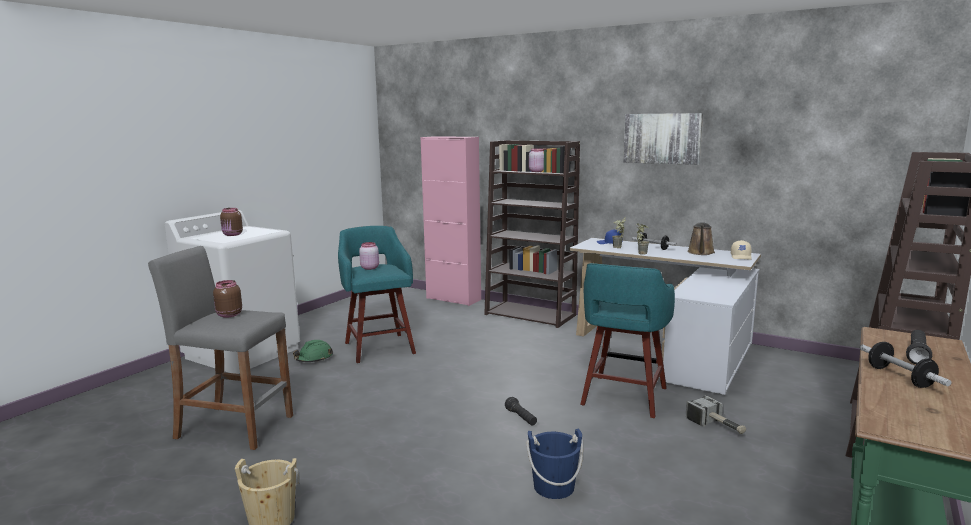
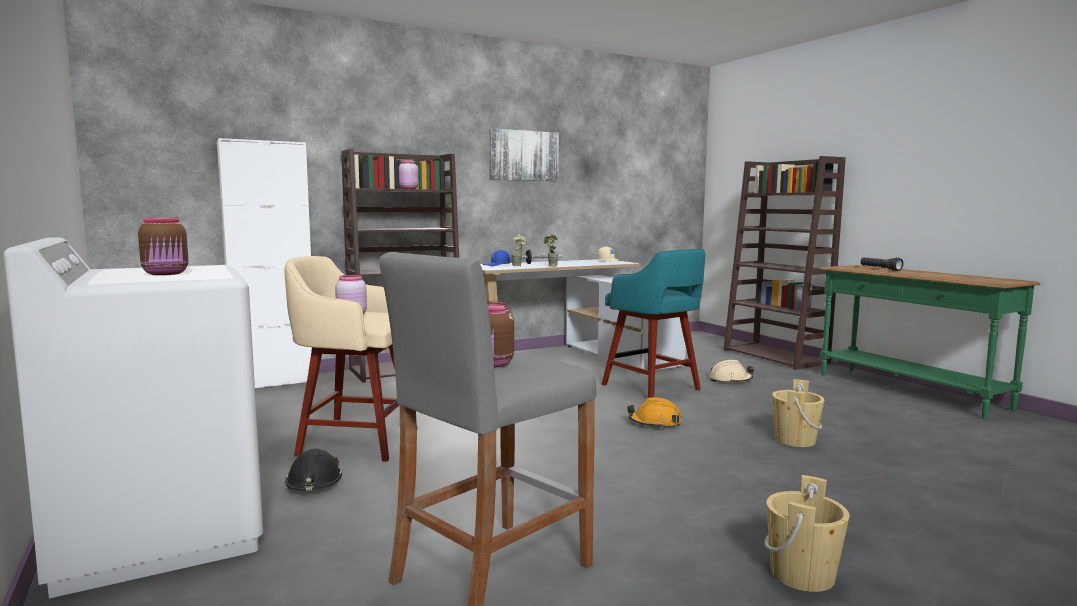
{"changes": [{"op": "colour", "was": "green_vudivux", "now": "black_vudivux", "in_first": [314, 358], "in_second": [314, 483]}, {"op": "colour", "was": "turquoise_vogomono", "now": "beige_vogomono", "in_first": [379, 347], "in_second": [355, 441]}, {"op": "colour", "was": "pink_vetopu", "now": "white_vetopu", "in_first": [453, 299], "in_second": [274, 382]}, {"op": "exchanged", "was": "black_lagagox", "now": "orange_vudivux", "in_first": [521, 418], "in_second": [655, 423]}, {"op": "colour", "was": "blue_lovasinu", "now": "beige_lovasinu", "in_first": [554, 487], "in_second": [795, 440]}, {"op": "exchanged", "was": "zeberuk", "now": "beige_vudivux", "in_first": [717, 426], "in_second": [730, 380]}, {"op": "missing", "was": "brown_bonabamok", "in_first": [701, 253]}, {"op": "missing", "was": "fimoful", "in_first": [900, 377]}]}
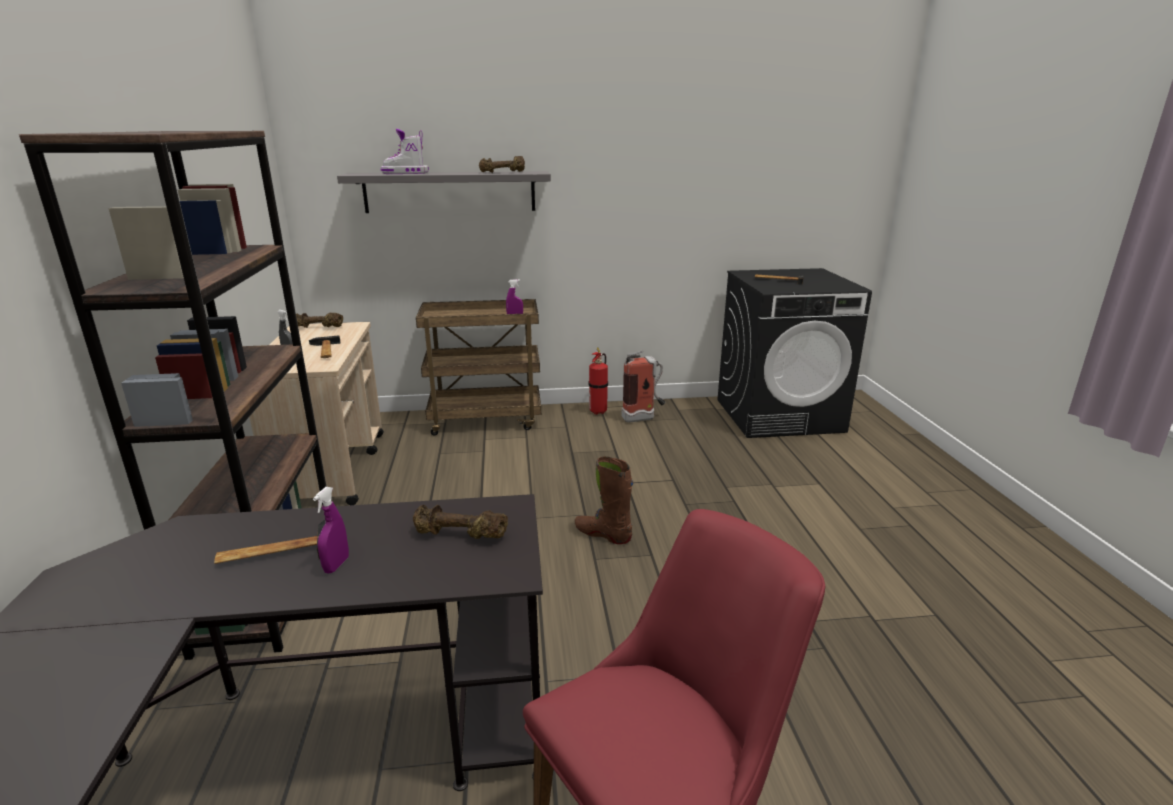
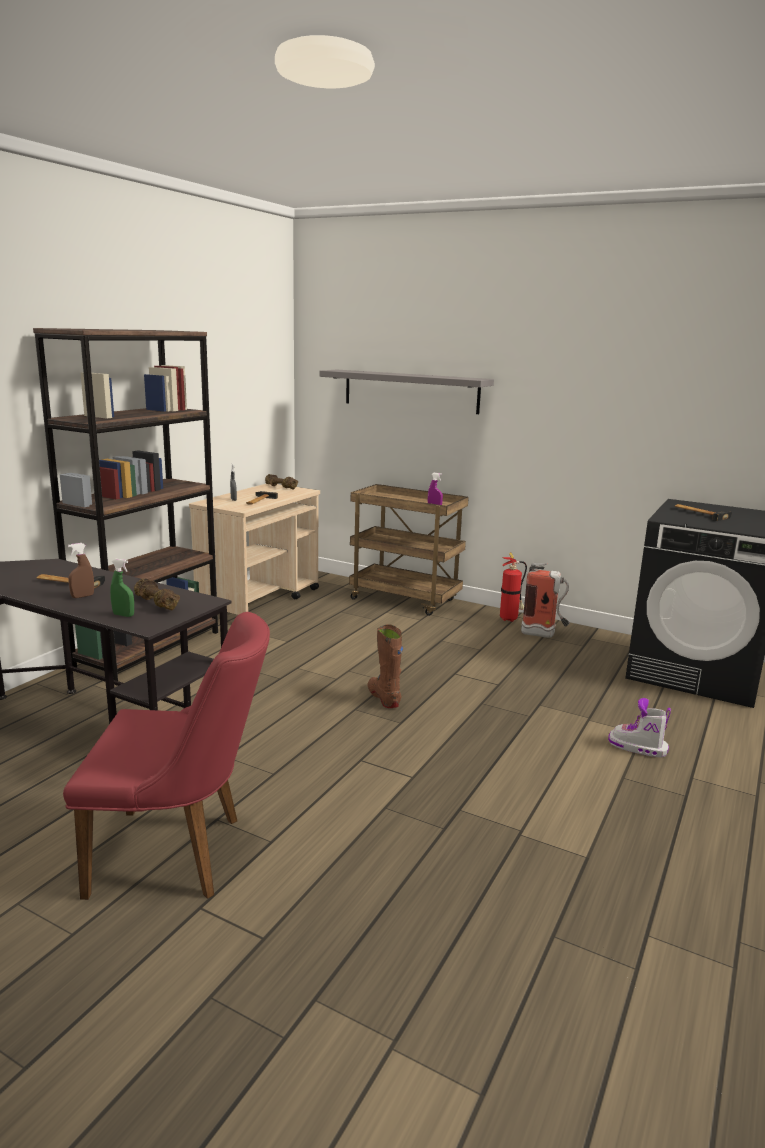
{"changes": [{"op": "colour", "was": "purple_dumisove", "now": "brown_dumisove", "in_first": [336, 565], "in_second": [82, 596]}, {"op": "relocated", "was": "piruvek", "in_first": [405, 173], "in_second": [637, 747]}, {"op": "missing", "was": "brown_fimoful", "in_first": [503, 172]}, {"op": "appeared", "now": "green_dumisove", "in_second": [123, 615]}]}
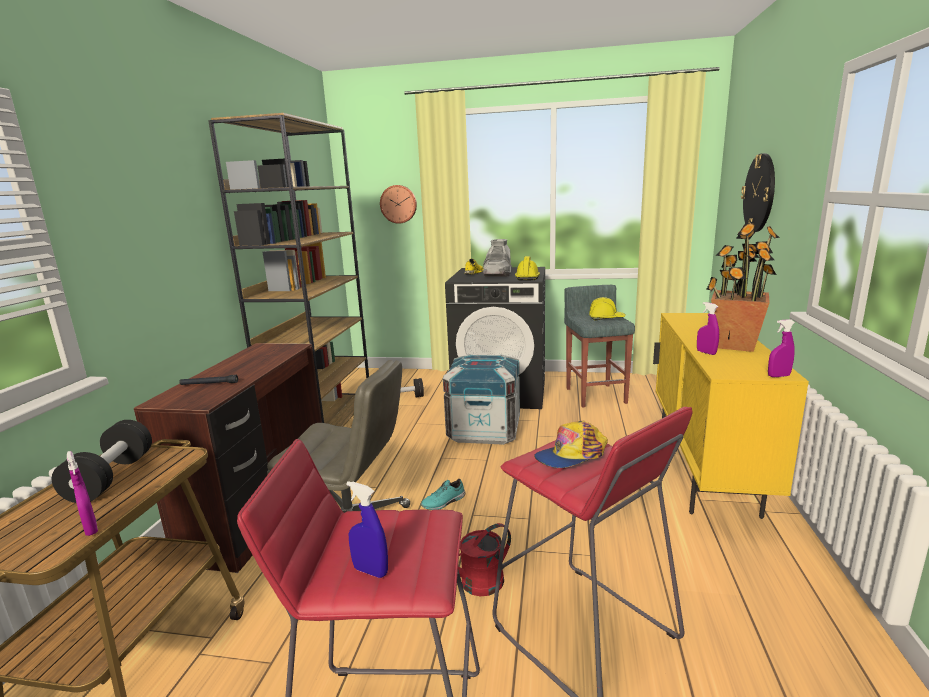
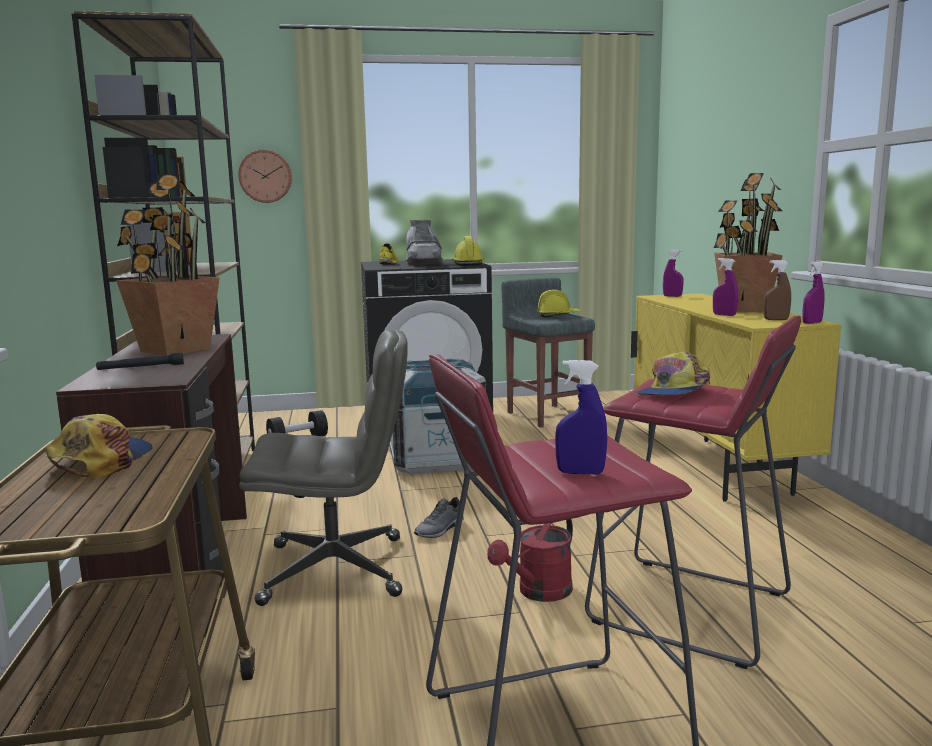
{"changes": [{"op": "exchanged", "was": "black_fimoful", "now": "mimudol", "in_first": [111, 478], "in_second": [101, 461]}, {"op": "relocated", "was": "purple_dumisove", "in_first": [91, 529], "in_second": [672, 296]}, {"op": "colour", "was": "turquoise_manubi", "now": "grey_manubi", "in_first": [444, 502], "in_second": [440, 530]}, {"op": "missing", "was": "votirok", "in_first": [759, 193]}, {"op": "appeared", "now": "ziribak", "in_second": [174, 350]}, {"op": "appeared", "now": "brown_dumisove", "in_second": [776, 319]}]}
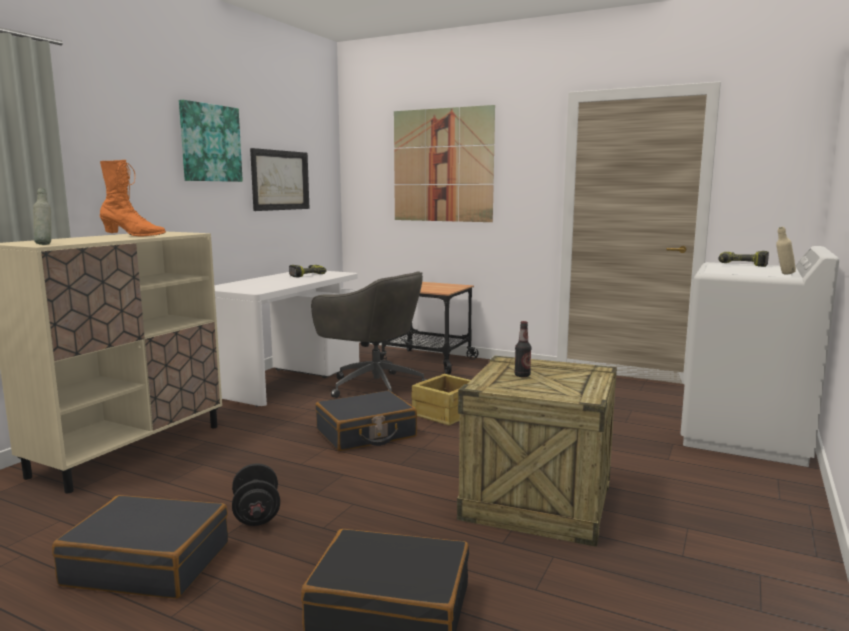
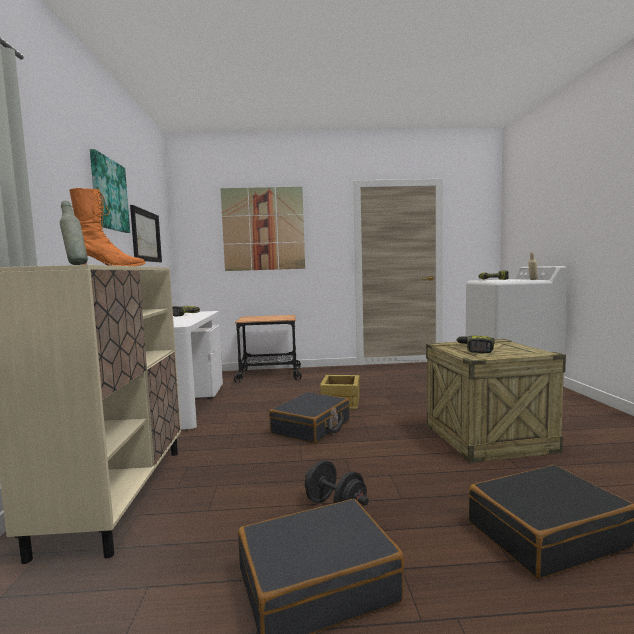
{"changes": [{"op": "missing", "was": "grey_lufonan", "in_first": [373, 386]}, {"op": "exchanged", "was": "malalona", "now": "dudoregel", "in_first": [522, 375], "in_second": [475, 349]}]}
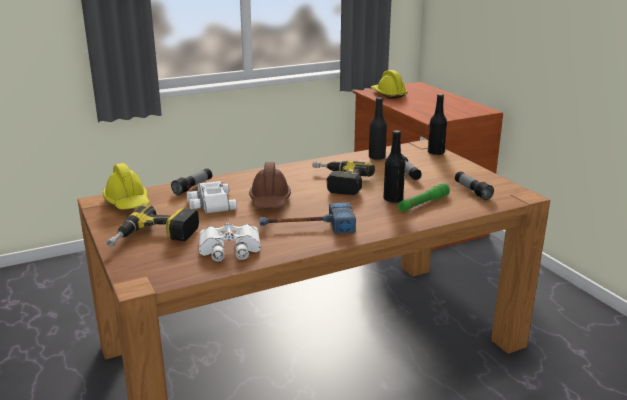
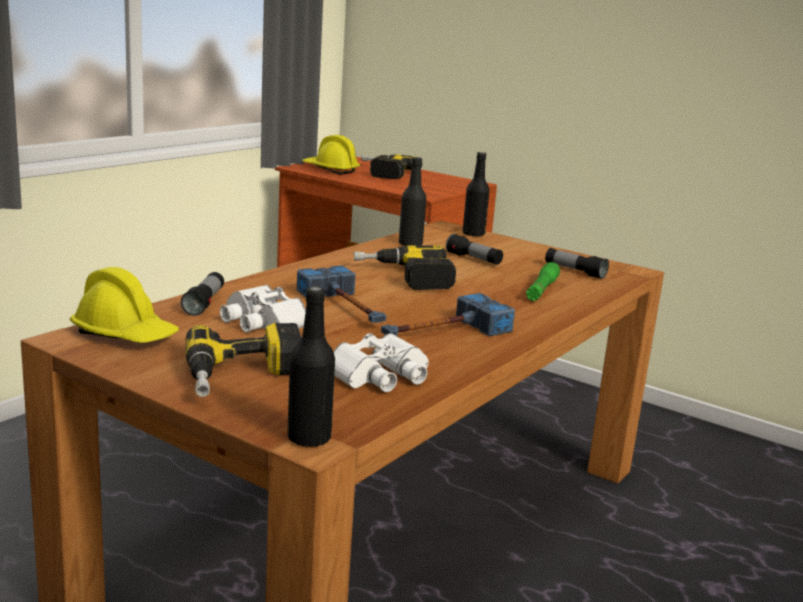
{"changes": [{"op": "exchanged", "was": "brown_vudivux", "now": "zeberuk", "in_first": [270, 201], "in_second": [347, 308]}, {"op": "relocated", "was": "black_malalona", "in_first": [393, 199], "in_second": [309, 438]}, {"op": "appeared", "now": "dudoregel", "in_second": [383, 173]}]}
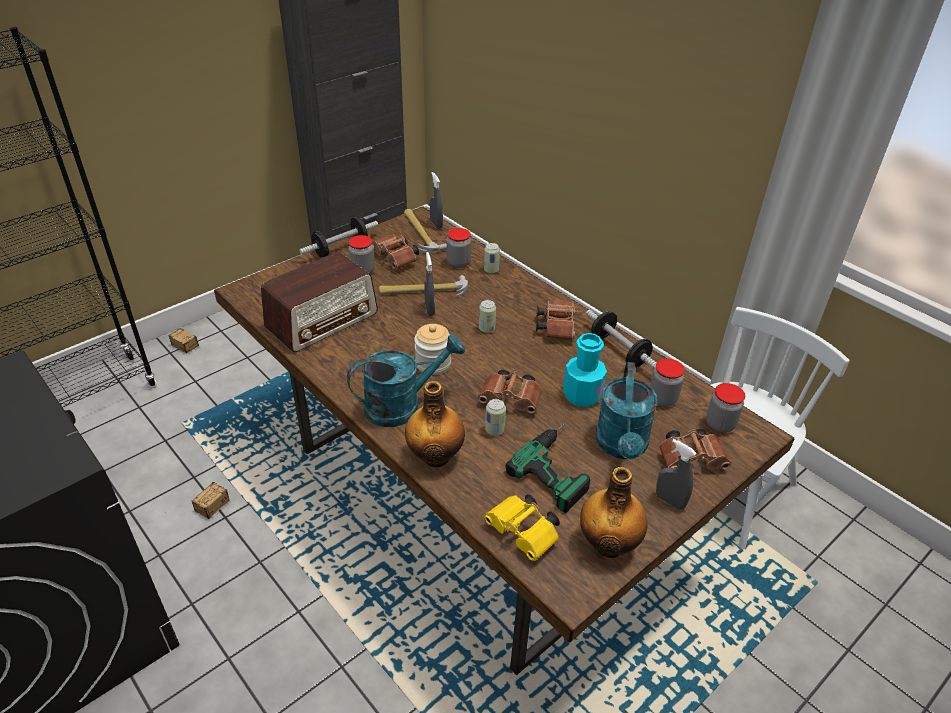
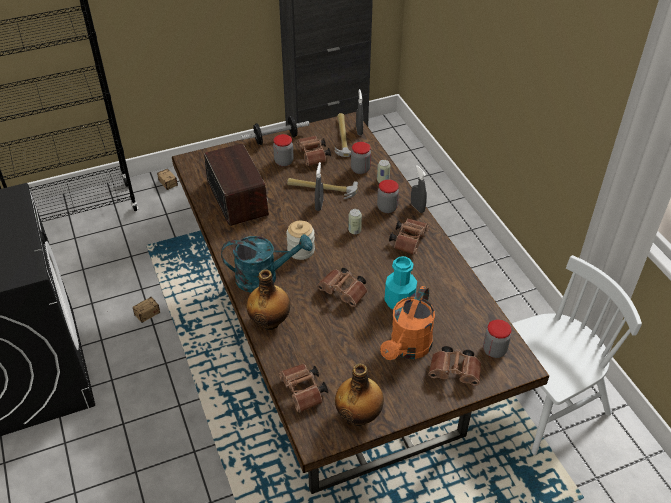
{"changes": [{"op": "spun", "was": "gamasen", "in_first": [322, 320], "in_second": [237, 197], "clockwise": -90}, {"op": "colour", "was": "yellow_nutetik", "now": "brown_nutetik", "in_first": [524, 534], "in_second": [304, 393]}, {"op": "missing", "was": "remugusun", "in_first": [494, 430]}, {"op": "missing", "was": "dudoregel", "in_first": [560, 466]}, {"op": "missing", "was": "fimoful", "in_first": [619, 351]}, {"op": "colour", "was": "turquoise_bonabamok", "now": "orange_bonabamok", "in_first": [622, 447], "in_second": [408, 348]}, {"op": "relocated", "was": "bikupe", "in_first": [662, 399], "in_second": [387, 208]}, {"op": "relocated", "was": "grey_dumisove", "in_first": [670, 501], "in_second": [417, 207]}]}
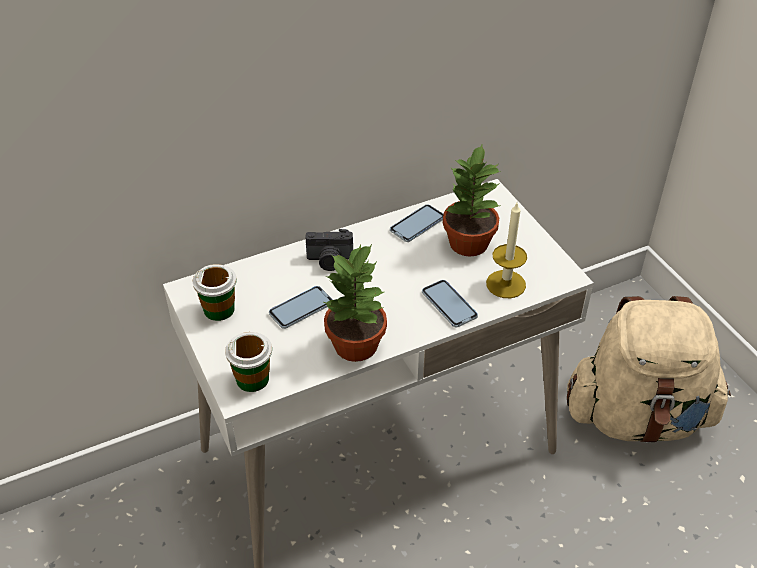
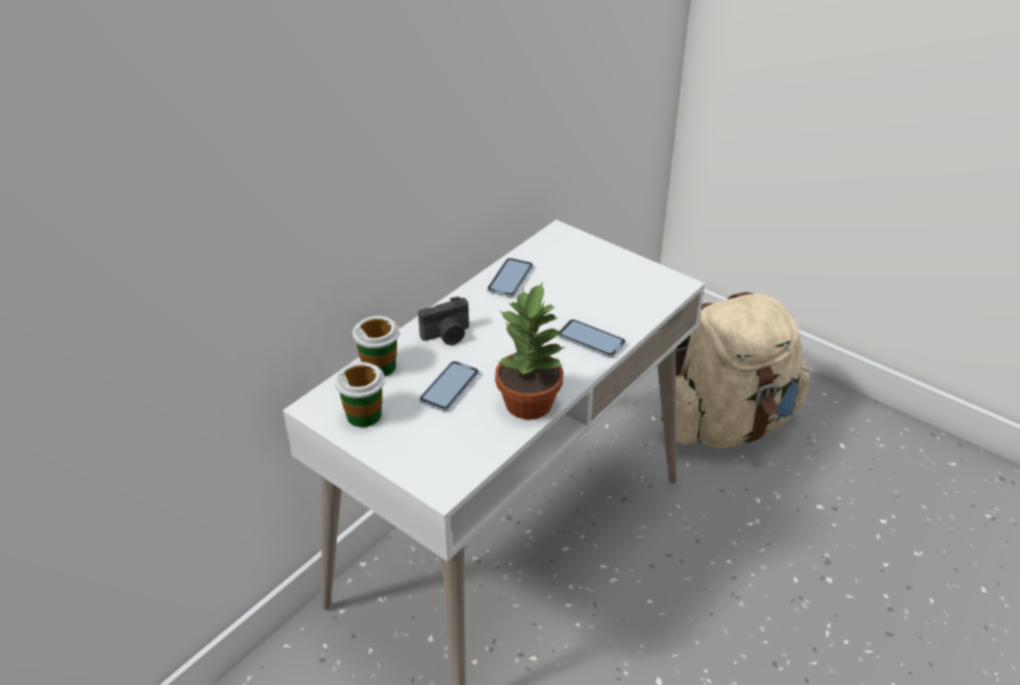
{"changes": [{"op": "relocated", "was": "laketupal", "in_first": [253, 379], "in_second": [379, 366]}, {"op": "missing", "was": "ziribak", "in_first": [467, 244]}, {"op": "missing", "was": "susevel", "in_first": [506, 284]}]}
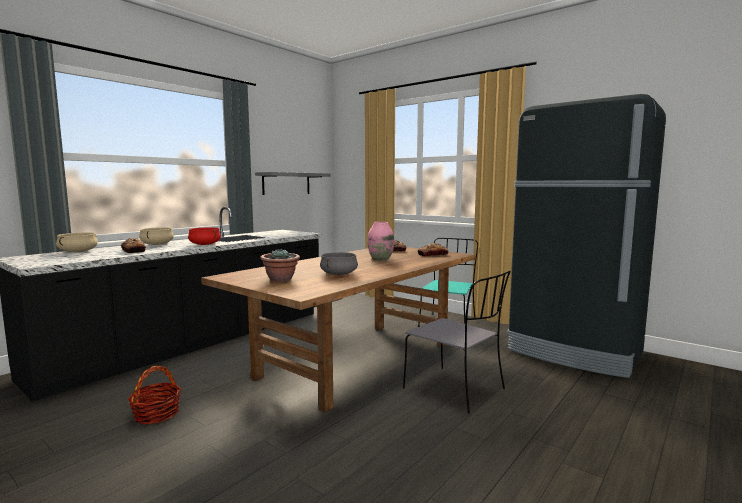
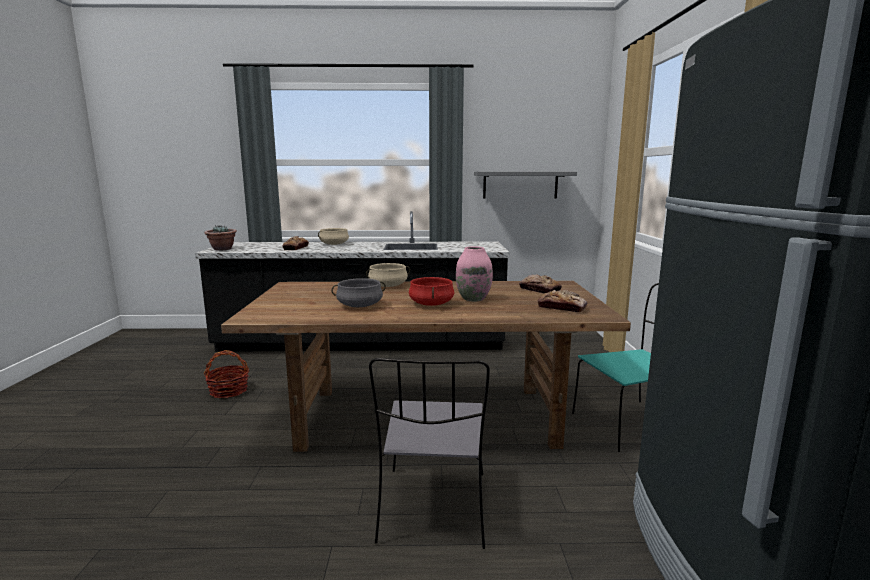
{"changes": [{"op": "relocated", "was": "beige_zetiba", "in_first": [78, 252], "in_second": [388, 286]}, {"op": "relocated", "was": "red_zetiba", "in_first": [205, 244], "in_second": [431, 304]}, {"op": "relocated", "was": "ziribak", "in_first": [281, 279], "in_second": [222, 249]}]}
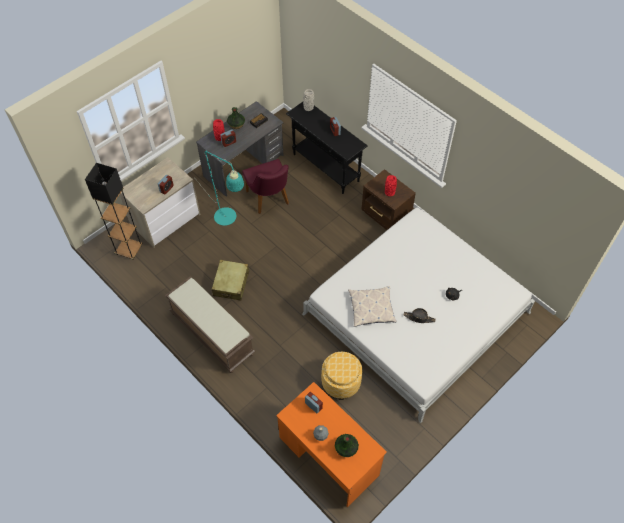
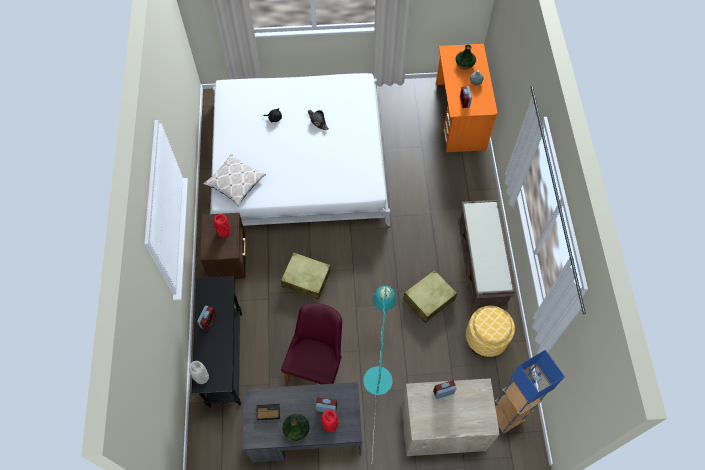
{"changes": [{"op": "colour", "was": "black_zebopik", "now": "blue_zebopik", "in_first": [129, 250], "in_second": [505, 416]}, {"op": "relocated", "was": "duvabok", "in_first": [341, 382], "in_second": [486, 337]}, {"op": "relocated", "was": "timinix", "in_first": [371, 308], "in_second": [235, 182]}, {"op": "appeared", "now": "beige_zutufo", "in_second": [306, 279]}]}
